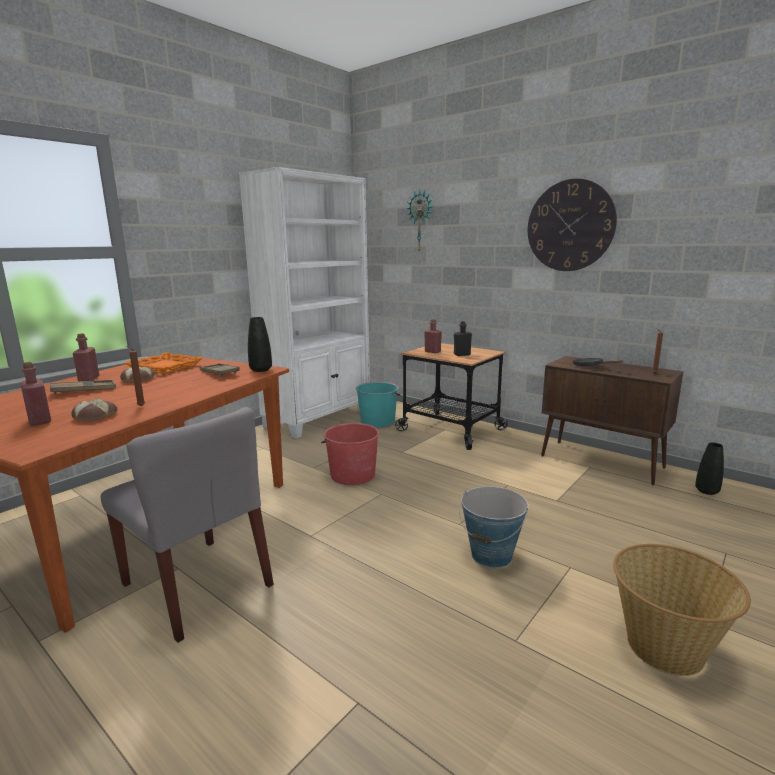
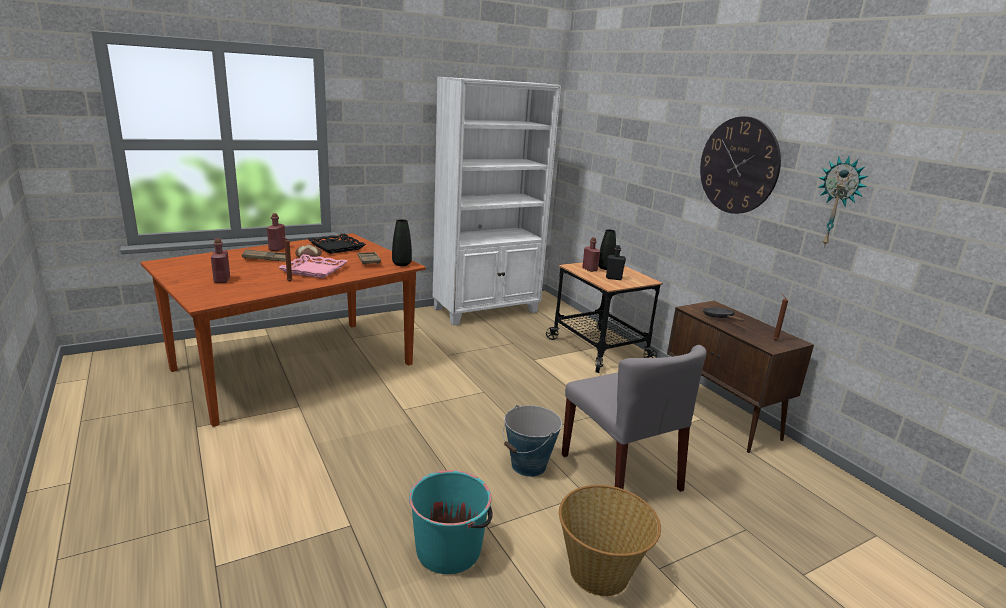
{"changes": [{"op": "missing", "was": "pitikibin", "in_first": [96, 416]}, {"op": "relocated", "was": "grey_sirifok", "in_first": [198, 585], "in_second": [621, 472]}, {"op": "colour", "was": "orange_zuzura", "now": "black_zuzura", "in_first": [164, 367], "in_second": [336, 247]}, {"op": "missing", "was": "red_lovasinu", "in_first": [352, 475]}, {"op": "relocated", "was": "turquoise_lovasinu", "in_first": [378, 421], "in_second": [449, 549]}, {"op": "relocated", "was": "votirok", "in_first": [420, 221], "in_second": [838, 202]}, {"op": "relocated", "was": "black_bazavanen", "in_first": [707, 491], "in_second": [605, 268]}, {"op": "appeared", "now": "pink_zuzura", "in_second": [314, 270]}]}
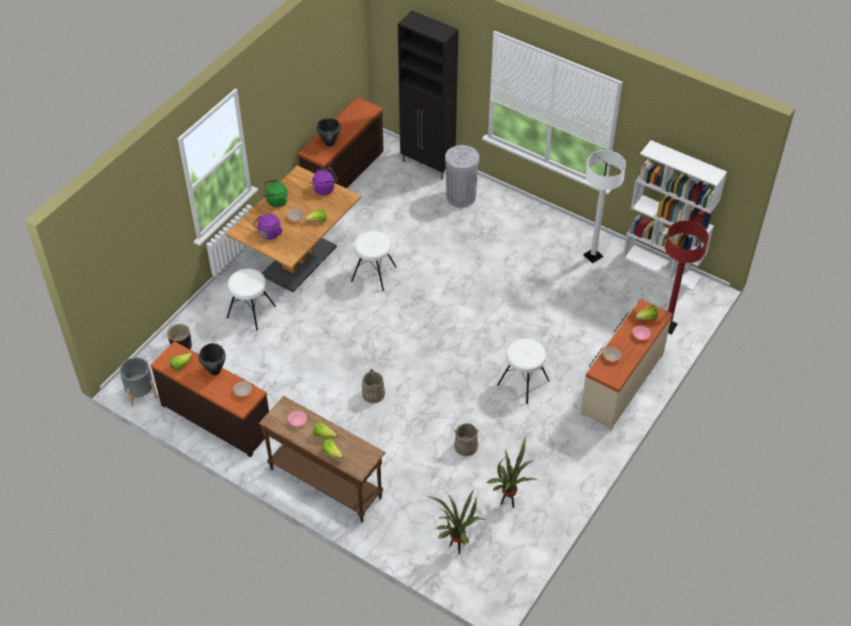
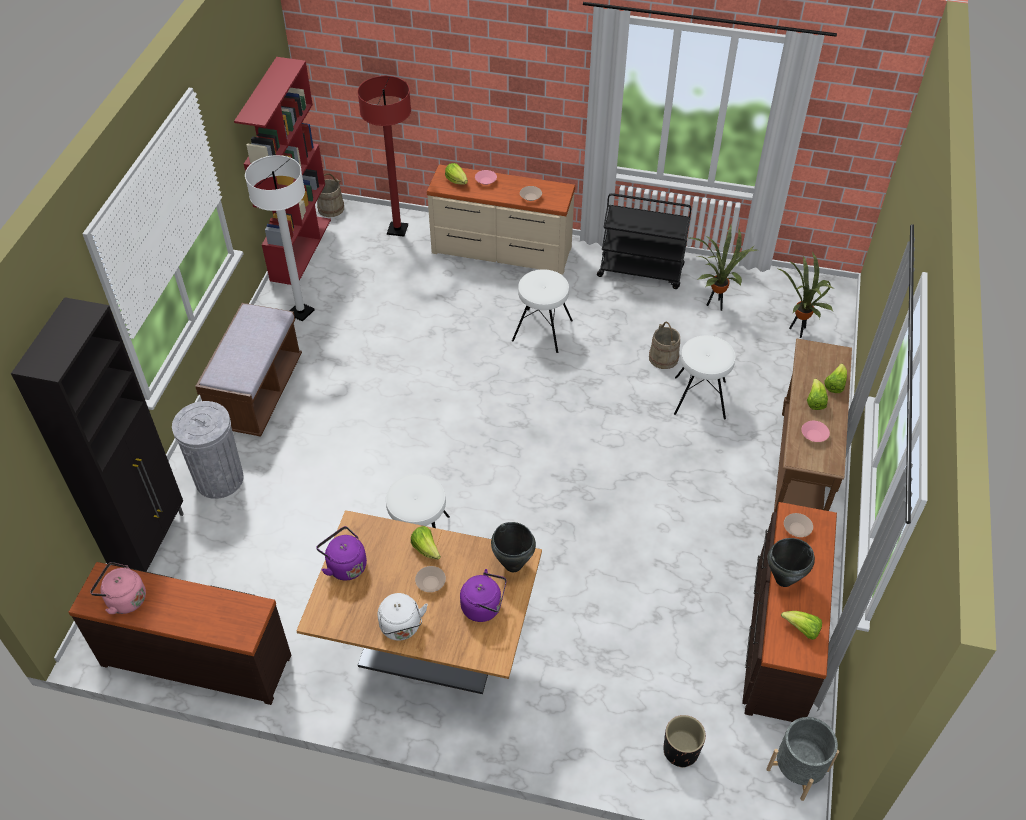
{"changes": [{"op": "relocated", "was": "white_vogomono", "in_first": [251, 312], "in_second": [699, 397]}, {"op": "colour", "was": "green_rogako", "now": "white_rogako", "in_first": [275, 201], "in_second": [401, 628]}, {"op": "relocated", "was": "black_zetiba", "in_first": [329, 143], "in_second": [513, 565]}, {"op": "relocated", "was": "beige_lovasinu", "in_first": [373, 394], "in_second": [331, 208]}, {"op": "colour", "was": "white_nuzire", "now": "red_nuzire", "in_first": [662, 267], "in_second": [300, 249]}, {"op": "appeared", "now": "pink_rogako", "in_second": [124, 599]}, {"op": "appeared", "now": "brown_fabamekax", "in_second": [257, 393]}, {"op": "appeared", "now": "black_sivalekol", "in_second": [641, 271]}]}
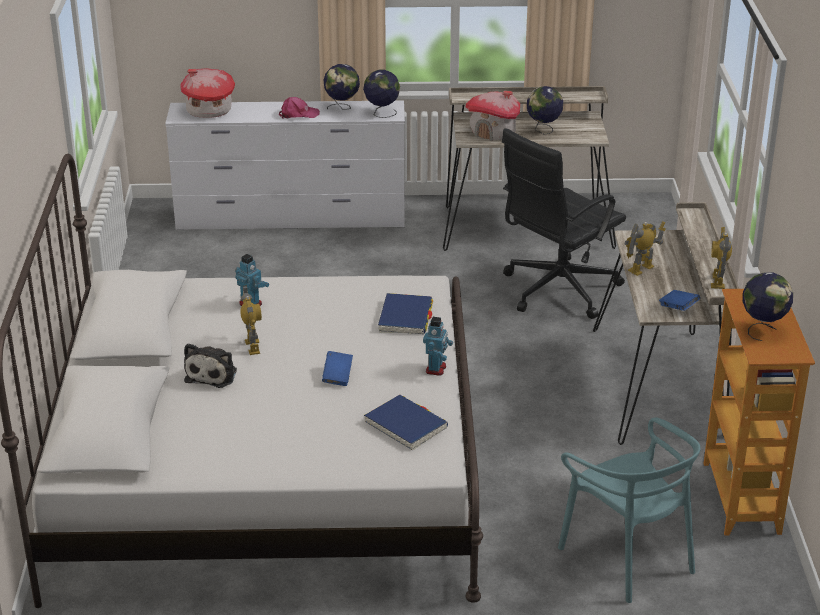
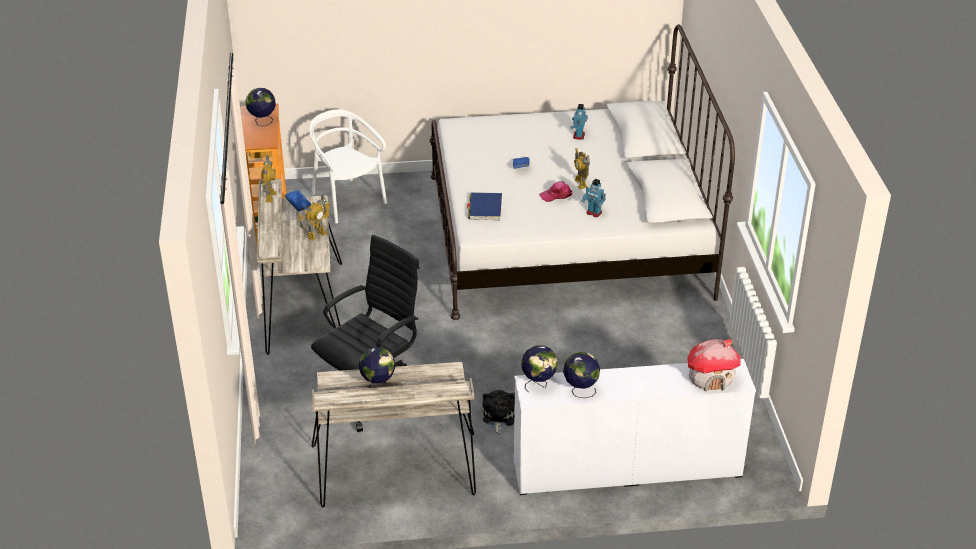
{"changes": [{"op": "relocated", "was": "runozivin", "in_first": [213, 374], "in_second": [498, 417]}, {"op": "relocated", "was": "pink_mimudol", "in_first": [298, 114], "in_second": [556, 195]}, {"op": "missing", "was": "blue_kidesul", "in_first": [406, 425]}, {"op": "relocated", "was": "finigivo", "in_first": [436, 369], "in_second": [578, 136]}, {"op": "missing", "was": "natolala", "in_first": [493, 132]}, {"op": "colour", "was": "turquoise_sirifok", "now": "white_sirifok", "in_first": [628, 557], "in_second": [347, 201]}]}
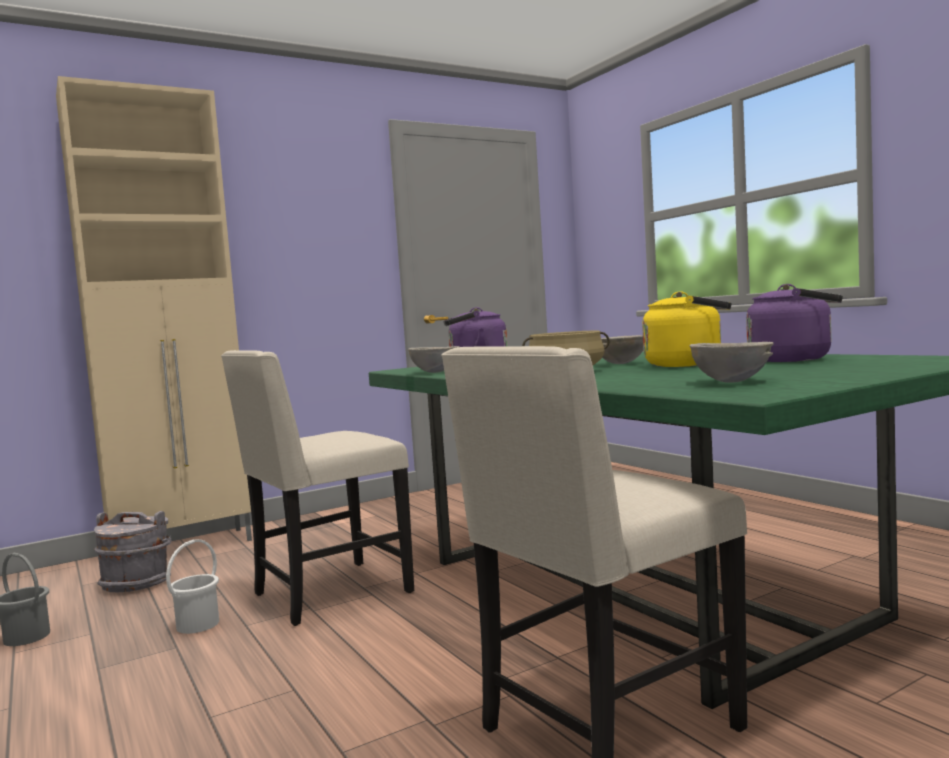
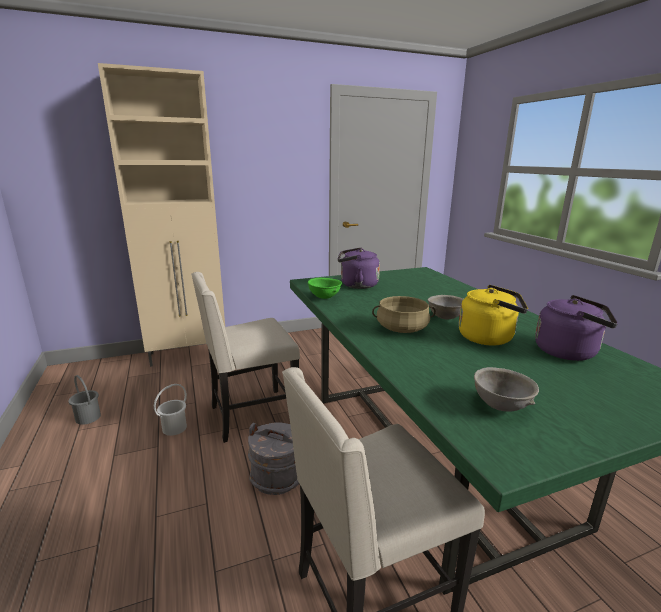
{"changes": [{"op": "relocated", "was": "grey_lovasinu", "in_first": [137, 583], "in_second": [277, 477]}, {"op": "colour", "was": "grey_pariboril", "now": "green_pariboril", "in_first": [435, 372], "in_second": [324, 297]}]}
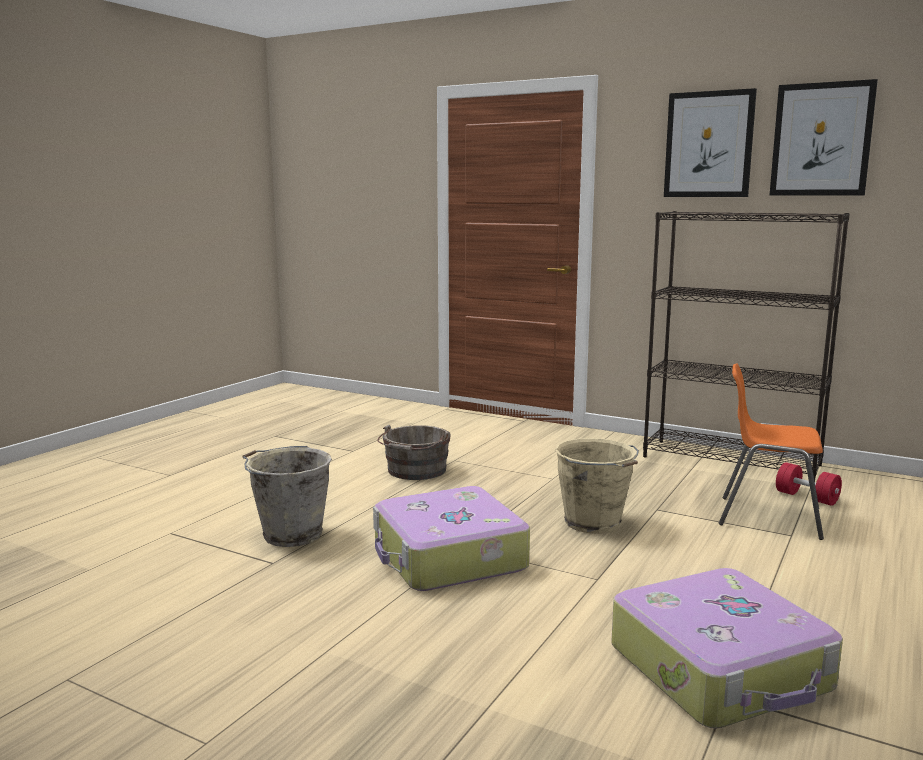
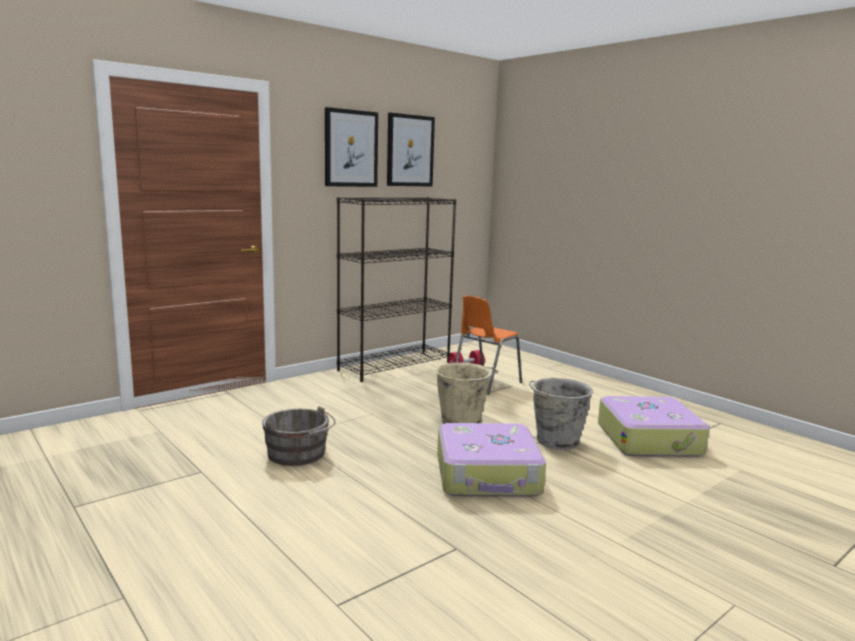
{"changes": [{"op": "relocated", "was": "grey_lovasinu", "in_first": [290, 534], "in_second": [556, 442]}]}
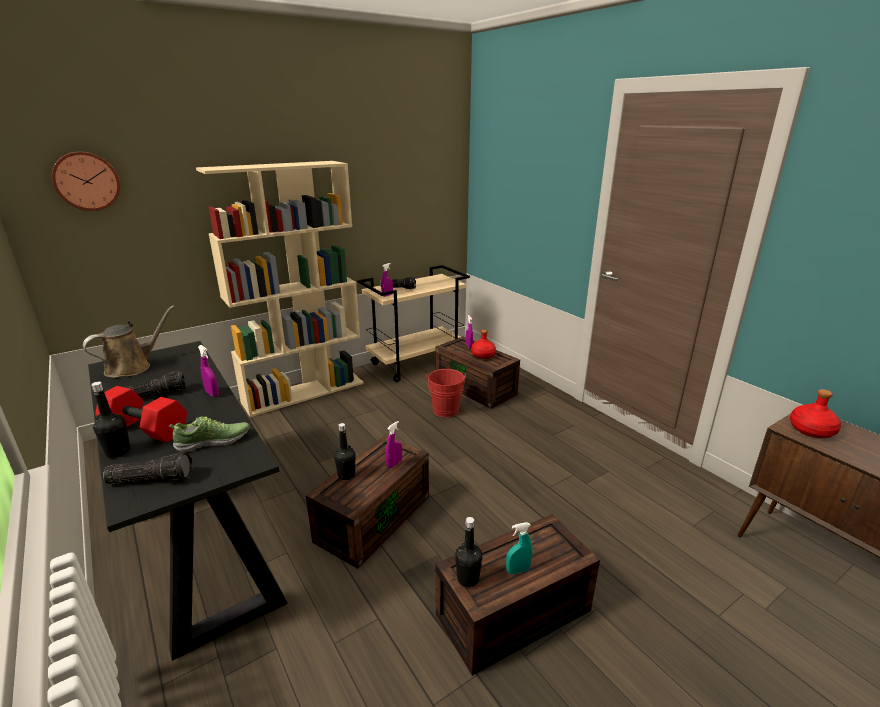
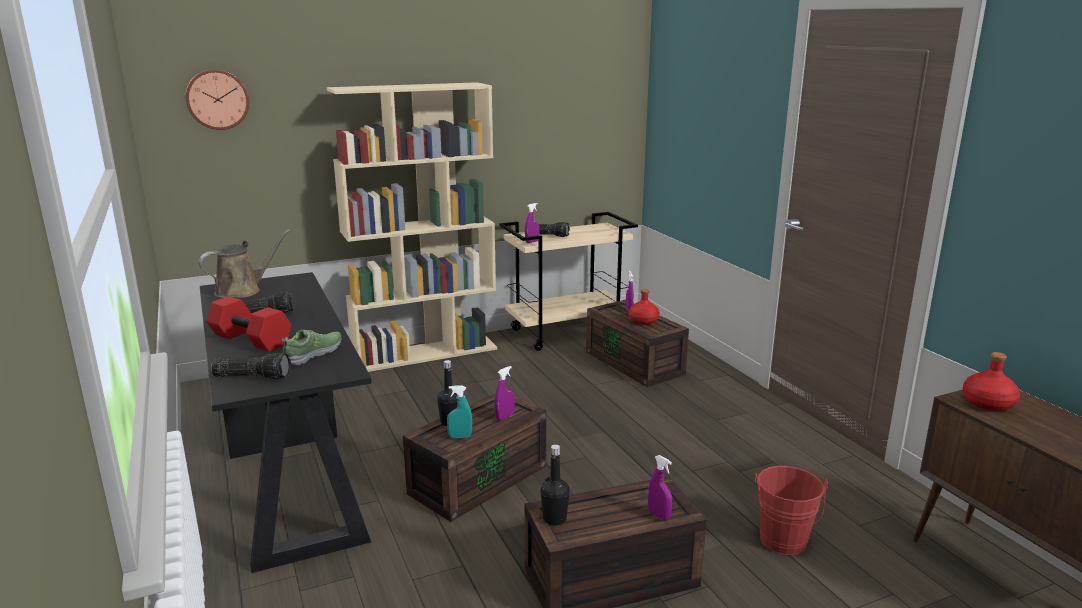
{"changes": [{"op": "missing", "was": "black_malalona", "in_first": [118, 452]}, {"op": "spun", "was": "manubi", "in_first": [213, 441], "in_second": [313, 354], "clockwise": -45}, {"op": "relocated", "was": "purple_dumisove", "in_first": [212, 393], "in_second": [659, 515]}, {"op": "relocated", "was": "red_lovasinu", "in_first": [446, 412], "in_second": [783, 544]}, {"op": "relocated", "was": "turquoise_dumisove", "in_first": [518, 570], "in_second": [460, 436]}]}
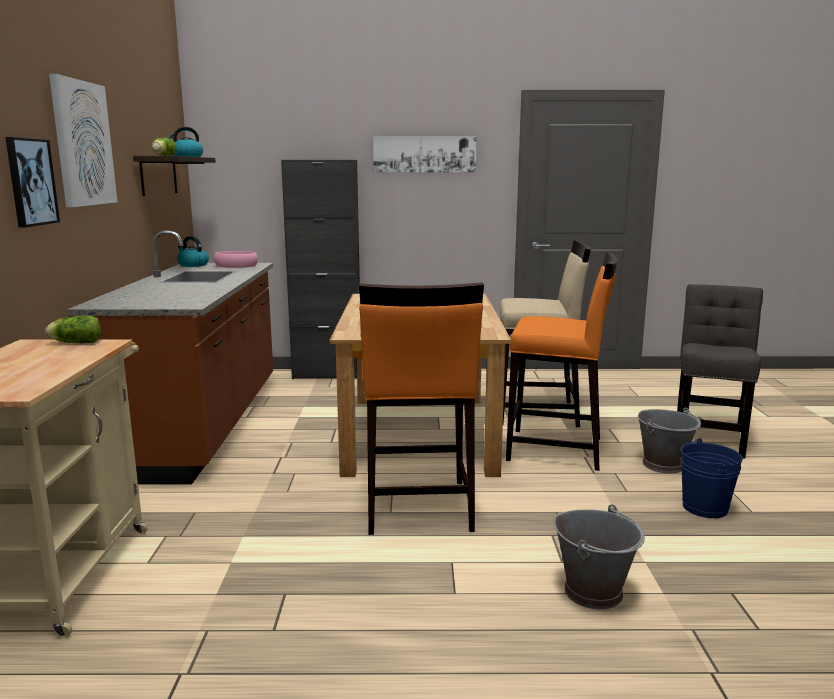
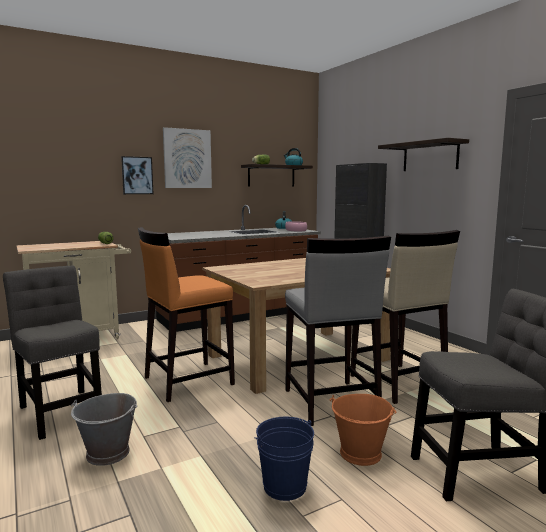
{"changes": [{"op": "exchanged", "was": "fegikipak", "now": "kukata", "in_first": [424, 154], "in_second": [430, 156]}, {"op": "colour", "was": "orange_vogomono", "now": "grey_vogomono", "in_first": [556, 449], "in_second": [330, 403]}, {"op": "colour", "was": "grey_lovasinu", "now": "orange_lovasinu", "in_first": [664, 465], "in_second": [361, 454]}, {"op": "appeared", "now": "grey_sirifok", "in_second": [60, 411]}]}
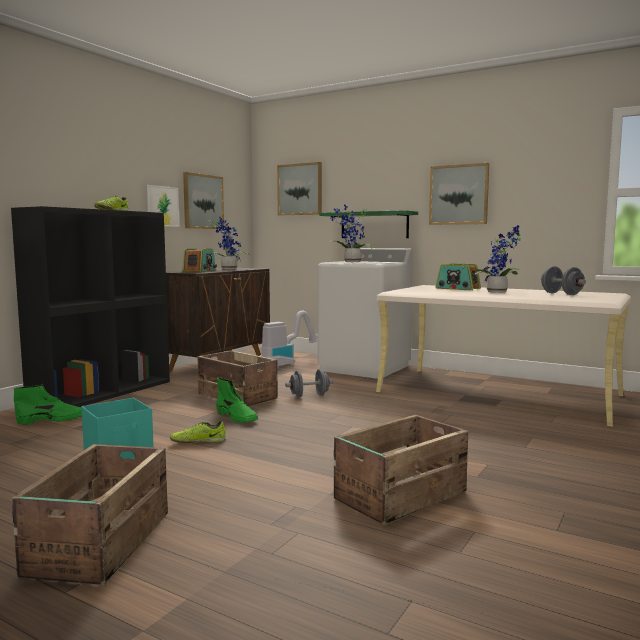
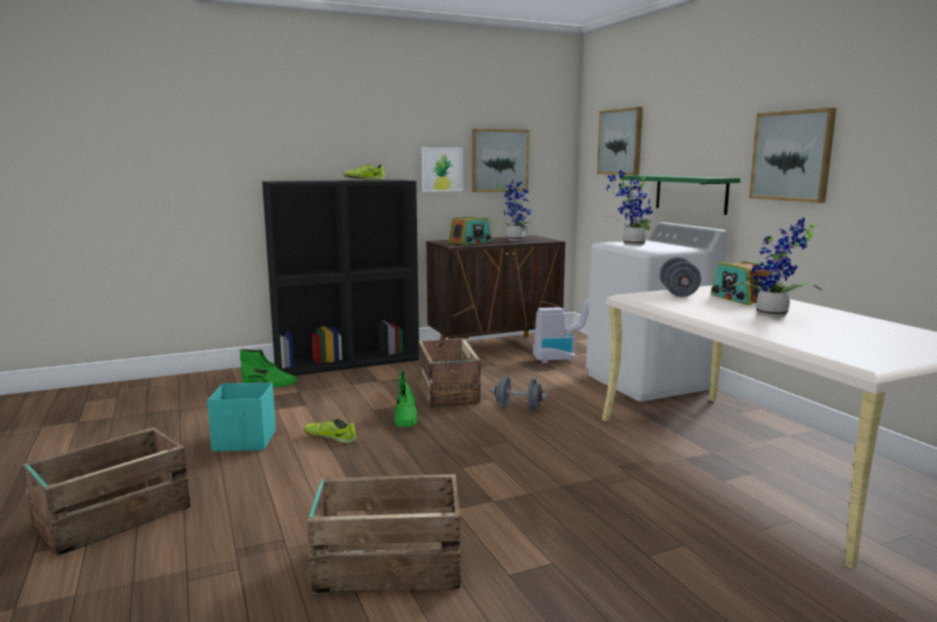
{"changes": [{"op": "relocated", "was": "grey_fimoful", "in_first": [561, 294], "in_second": [678, 293]}]}
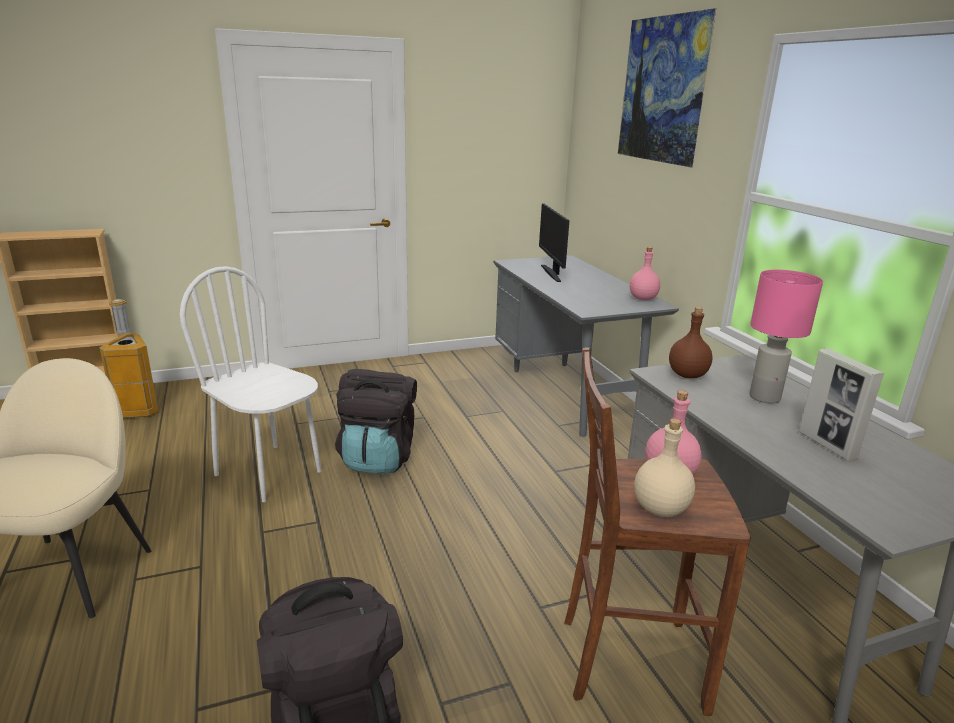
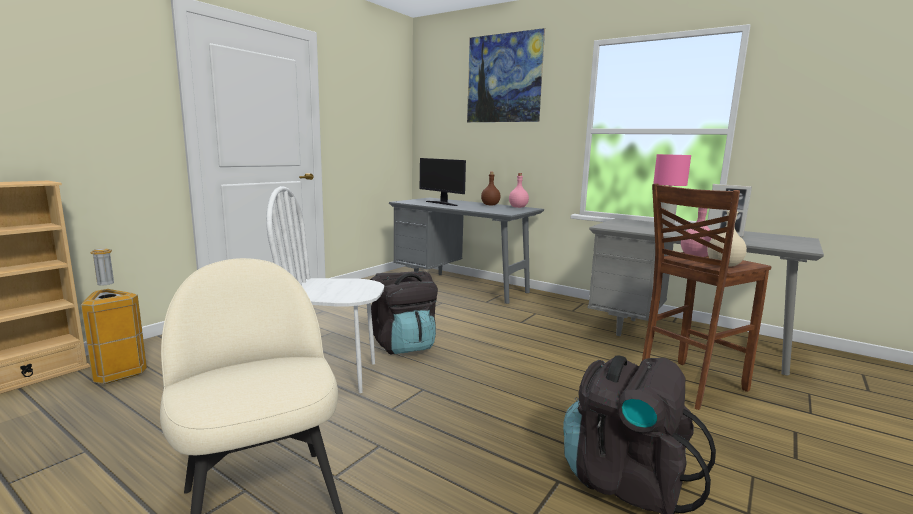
{"changes": [{"op": "relocated", "was": "brown_malalona", "in_first": [688, 375], "in_second": [490, 205]}]}
